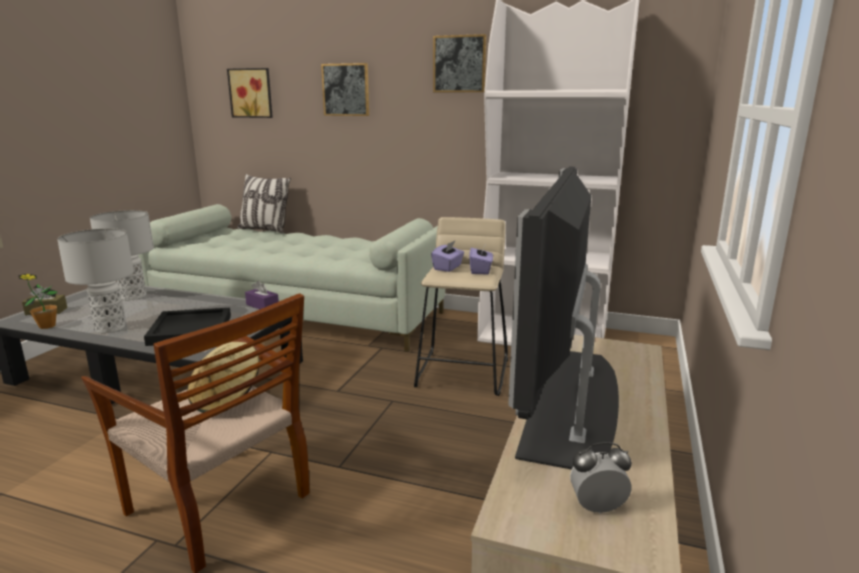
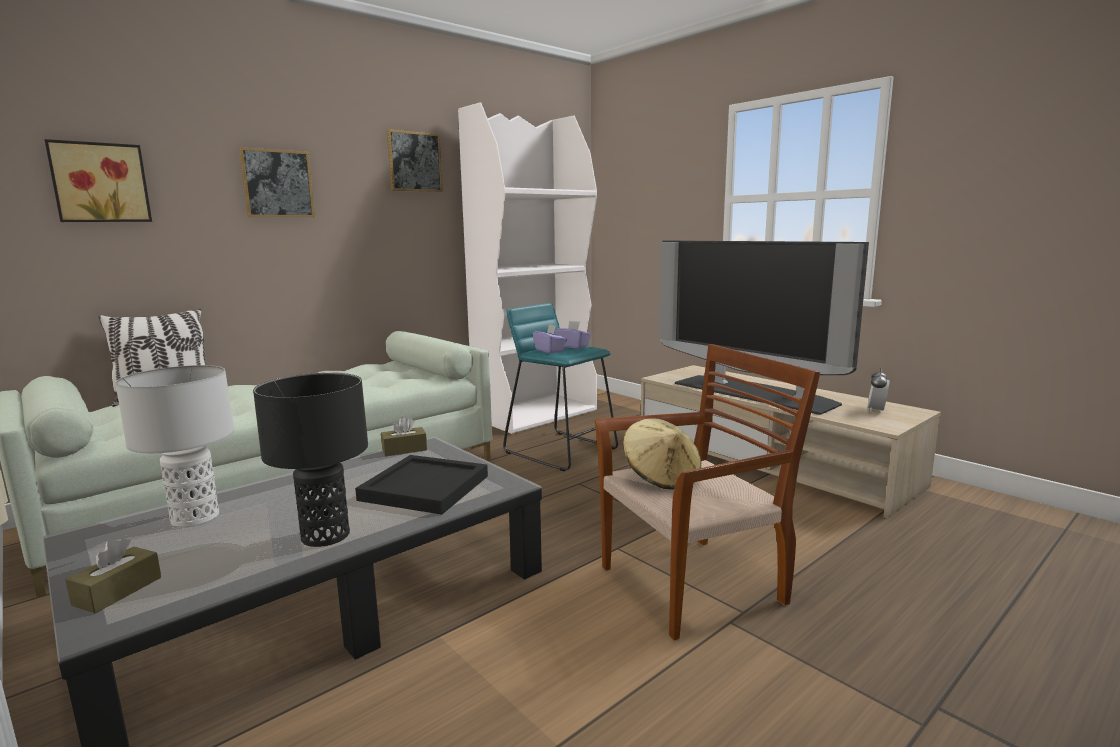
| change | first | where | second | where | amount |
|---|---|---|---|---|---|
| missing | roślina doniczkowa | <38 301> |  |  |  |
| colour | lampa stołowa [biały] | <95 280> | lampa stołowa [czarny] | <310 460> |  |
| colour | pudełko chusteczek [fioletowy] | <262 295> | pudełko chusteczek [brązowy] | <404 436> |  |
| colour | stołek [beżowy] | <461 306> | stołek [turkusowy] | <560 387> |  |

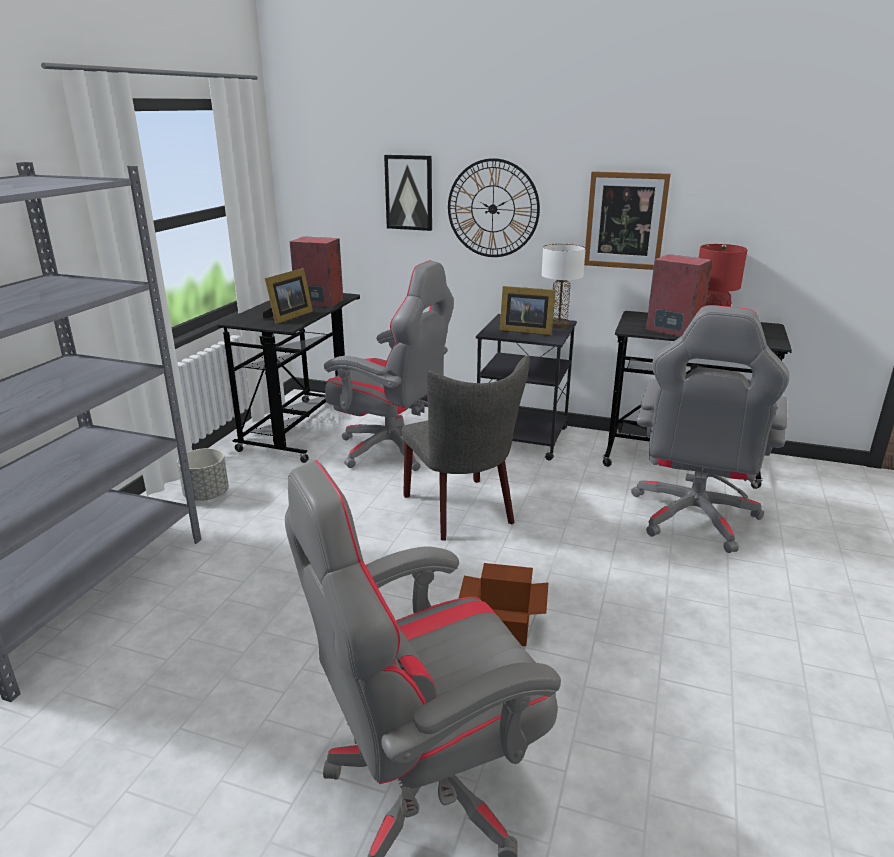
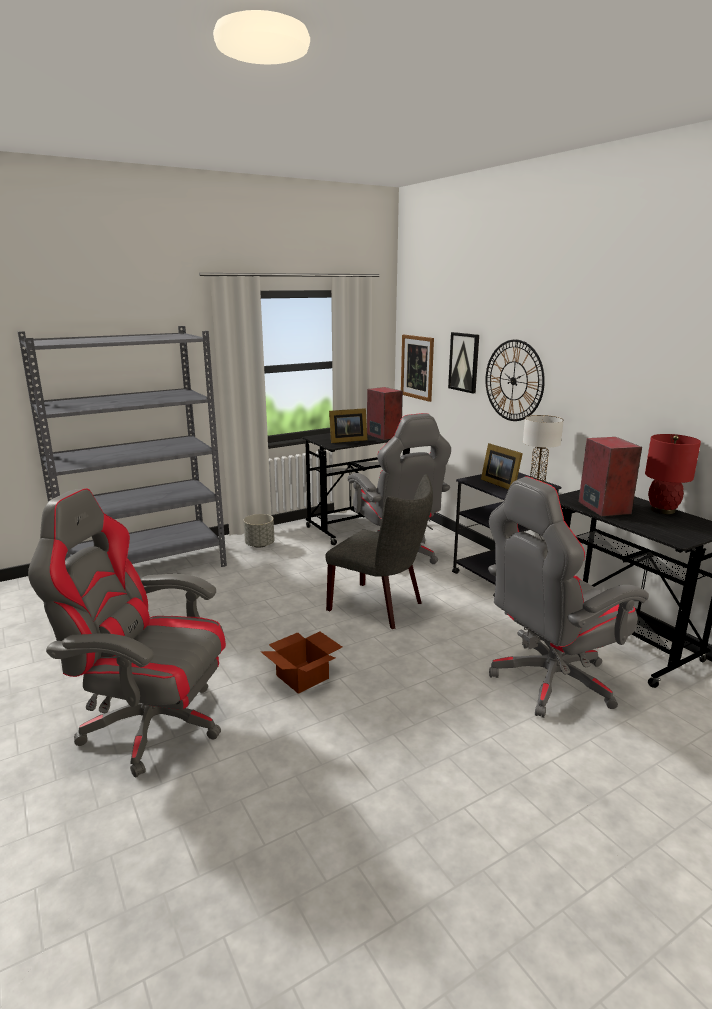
| change | first | where | second | where | amount |
|---|---|---|---|---|---|
| spun | krzesło [szary] | <466 448> |  | <379 551> | 75 degrees counterclockwise |
| relocated | obraz | <627 220> |  | <417 368> |  |

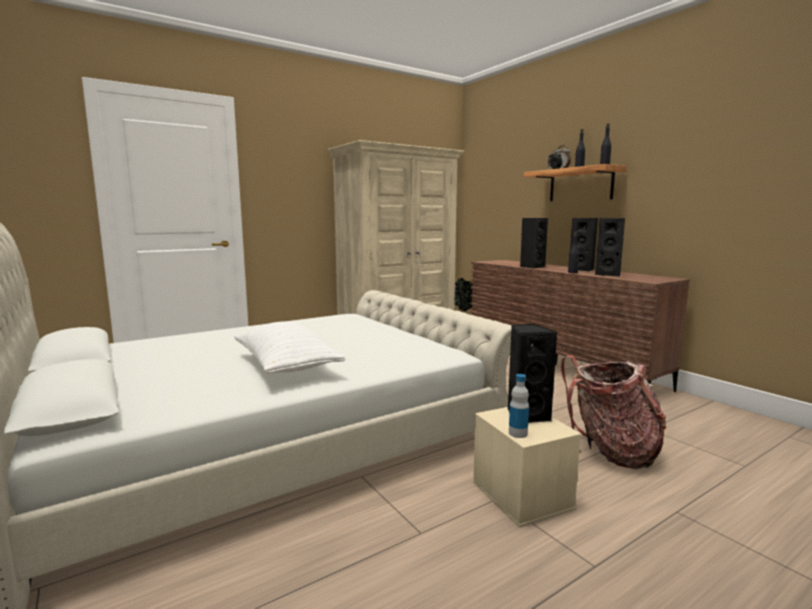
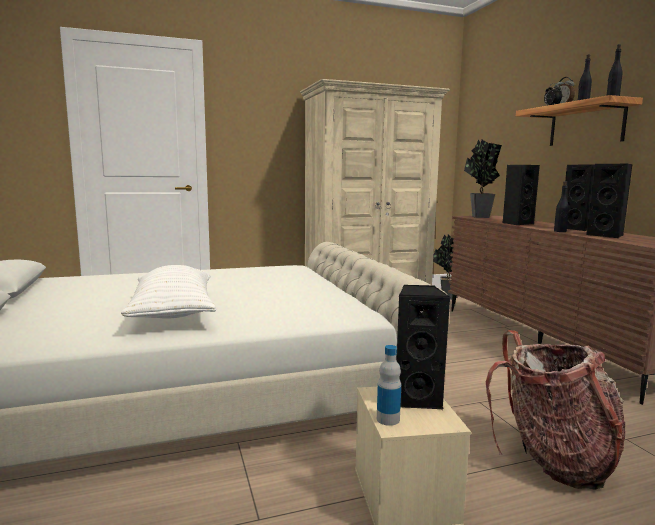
| change | first | where | second | where | amount |
|---|---|---|---|---|---|
| appeared |  |  | roślina doniczkowa | <483 178> |  |

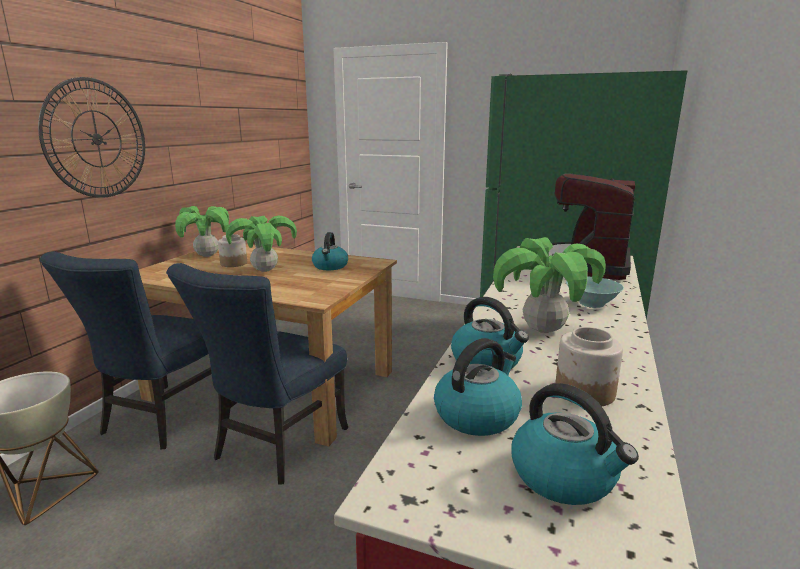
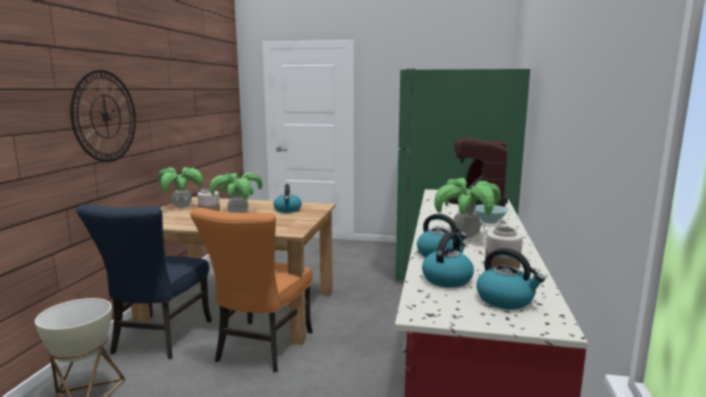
| change | first | where | second | where | amount |
|---|---|---|---|---|---|
| colour | krzesło [niebieski] | <257 374> | krzesło [pomarańczowy] | <251 290> |  |

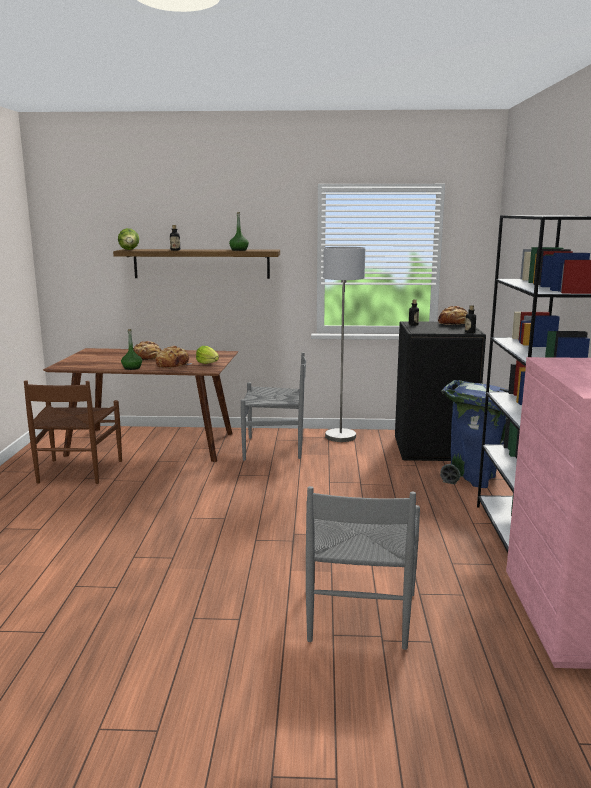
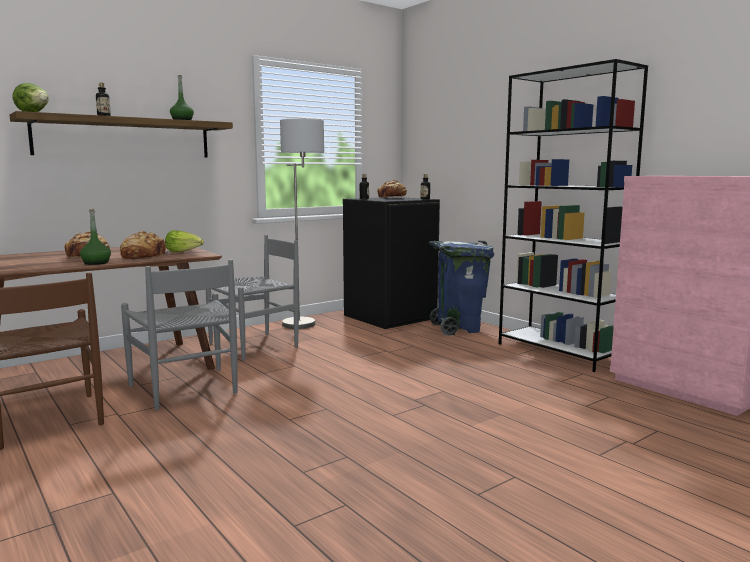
| change | first | where | second | where | amount |
|---|---|---|---|---|---|
| relocated | krzesło [szary] | <363 568> |  | <179 334> |  |

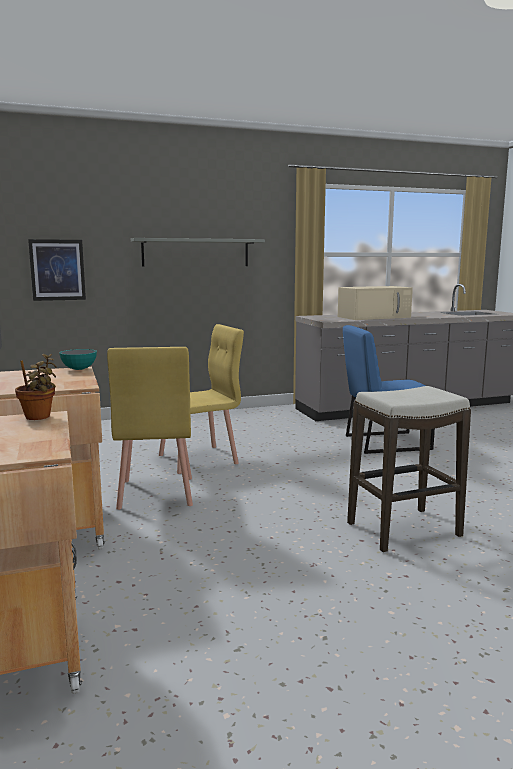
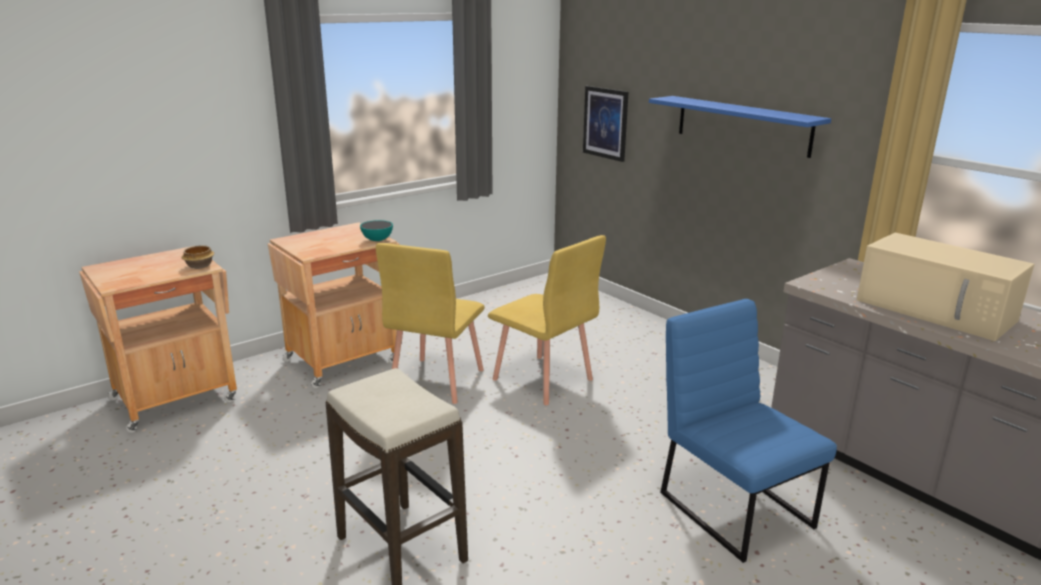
| change | first | where | second | where | amount |
|---|---|---|---|---|---|
| exchanged | roślina doniczkowa | <36 387> | miska | <198 257> |  |
| spun | krzesło [żółty] | <150 428> |  | <430 323> | 45 degrees counterclockwise |
| colour | półka [szary] | <198 252> | półka [niebieski] | <740 127> |  |

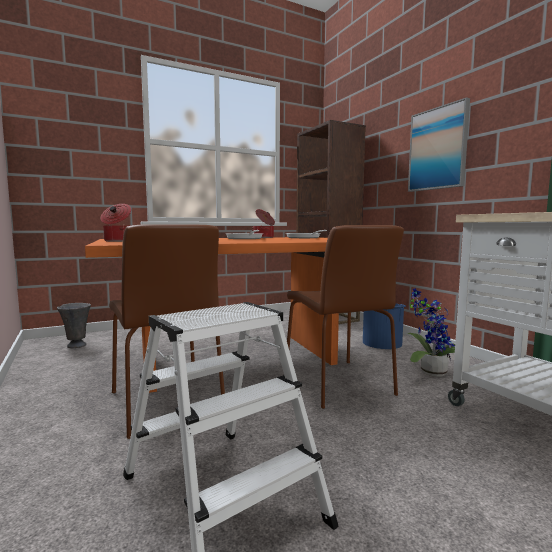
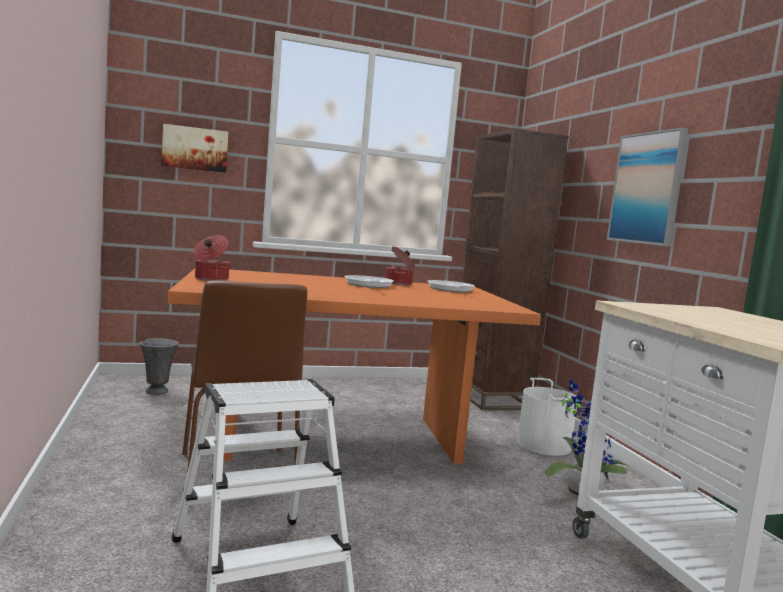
| change | first | where | second | where | amount |
|---|---|---|---|---|---|
| missing | krzesło [brązowy] | <345 317> |  |  |  |
| colour | wiadro [niebieski] | <384 326> | wiadro [biały] | <547 417> |  |
| appeared |  |  | obraz | <194 148> |  |

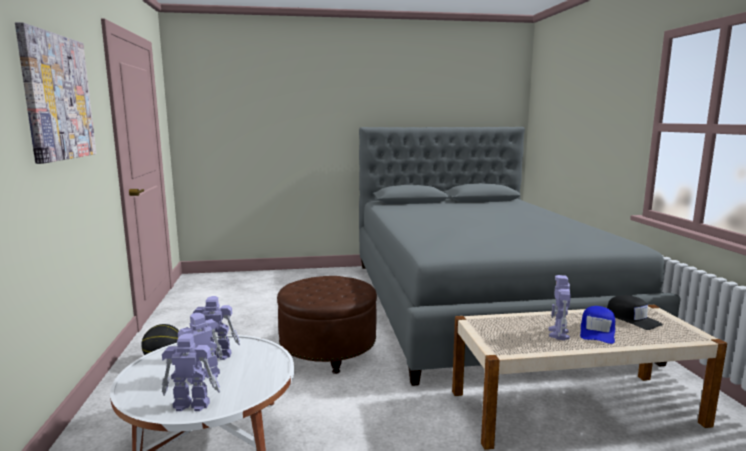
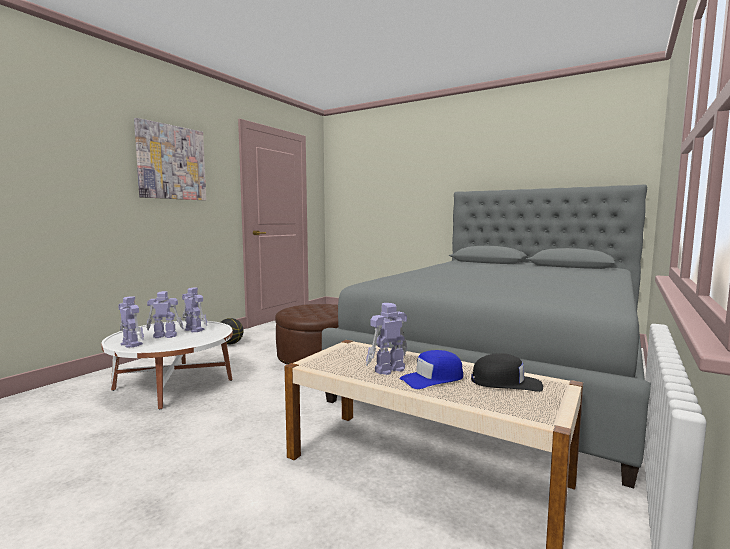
| change | first | where | second | where | amount |
|---|---|---|---|---|---|
| spun | czapka z daszkiem [czarny] | <635 312> |  | <507 372> | 90 degrees counterclockwise |

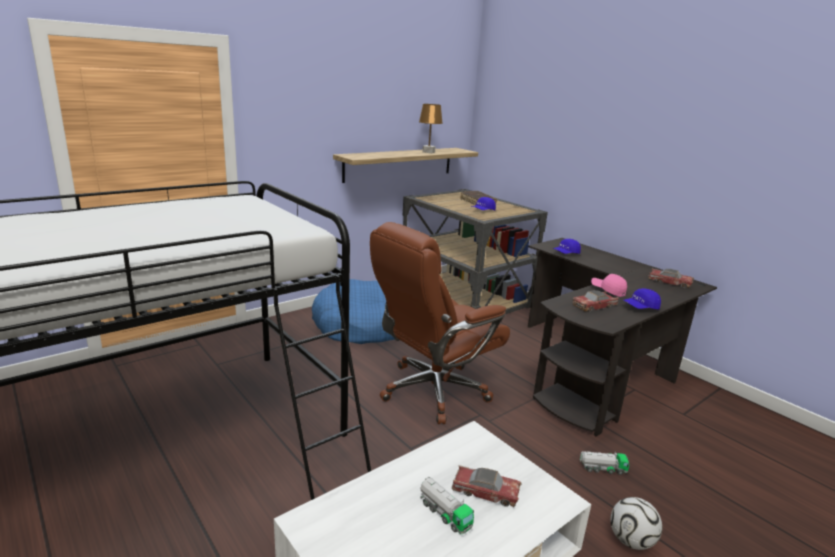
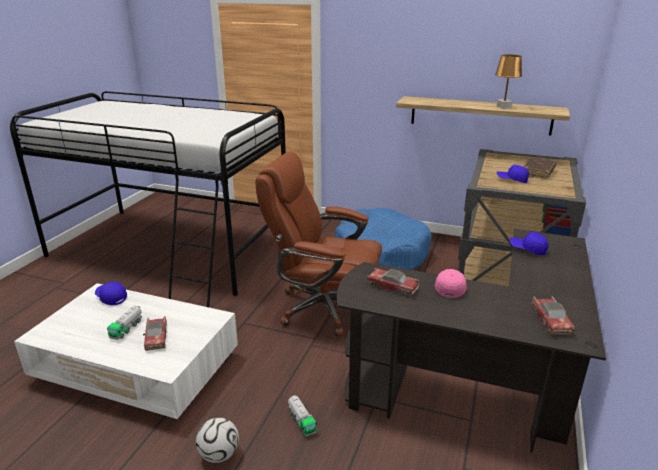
| change | first | where | second | where | amount |
|---|---|---|---|---|---|
| relocated | czapka z daszkiem [niebieski] | <642 298> |  | <111 293> |  |

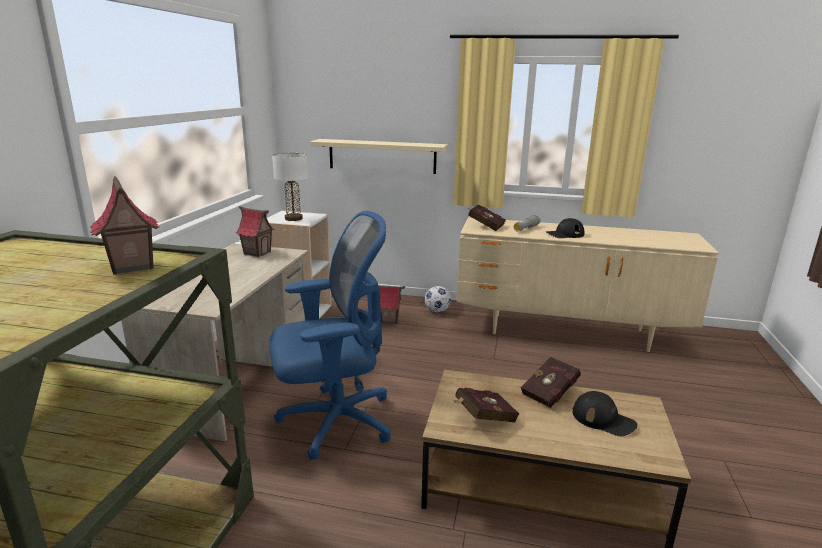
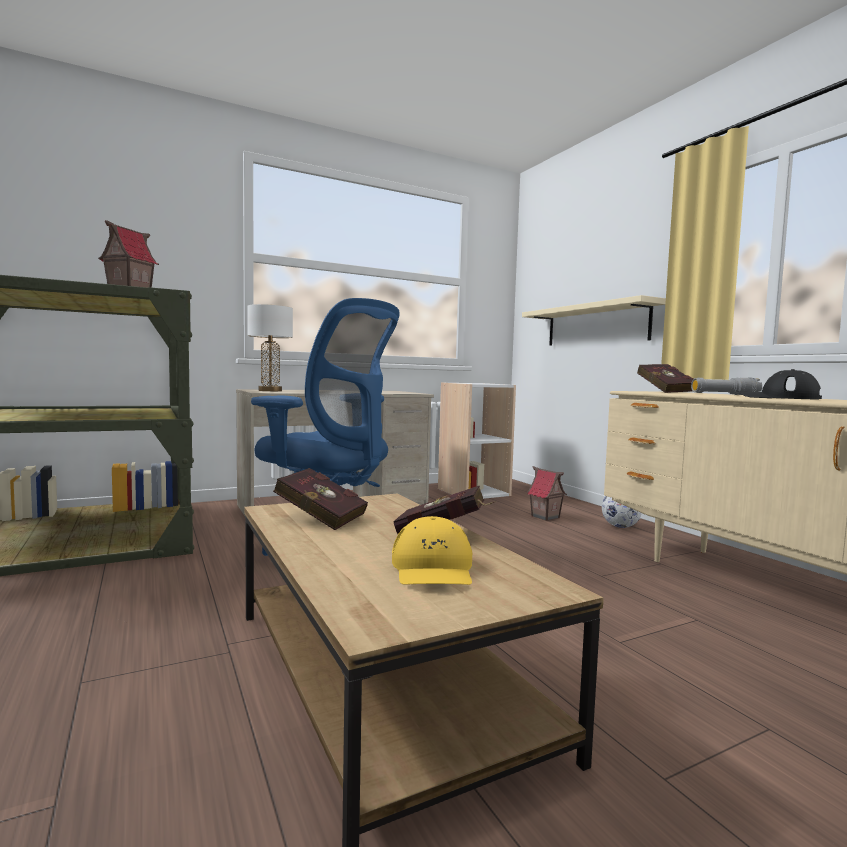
| change | first | where | second | where | amount |
|---|---|---|---|---|---|
| missing | domek | <255 231> |  |  |  |
| relocated | lampa stołowa | <290 187> |  | <270 347> |  |
| colour | czapka z daszkiem [czarny] | <604 413> | czapka z daszkiem [żółty] | <432 550> |  |

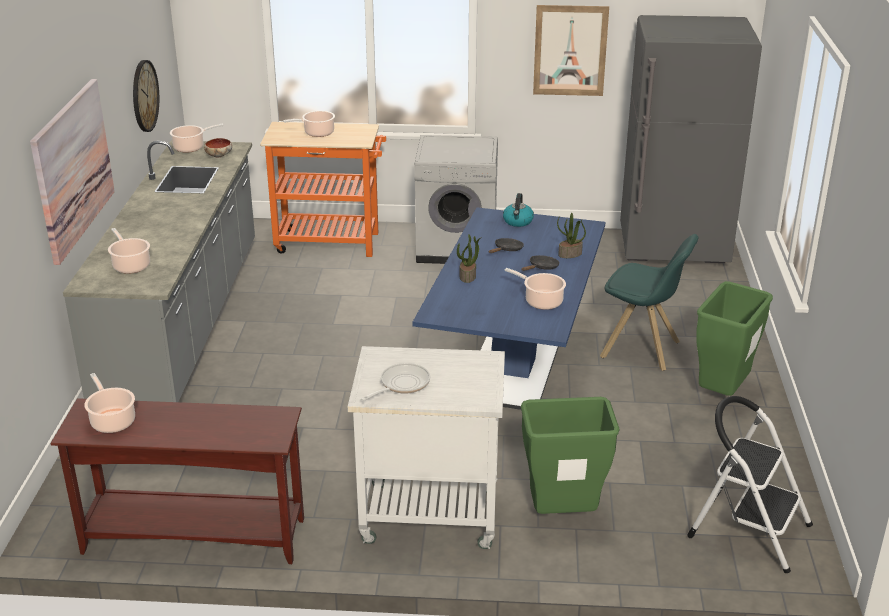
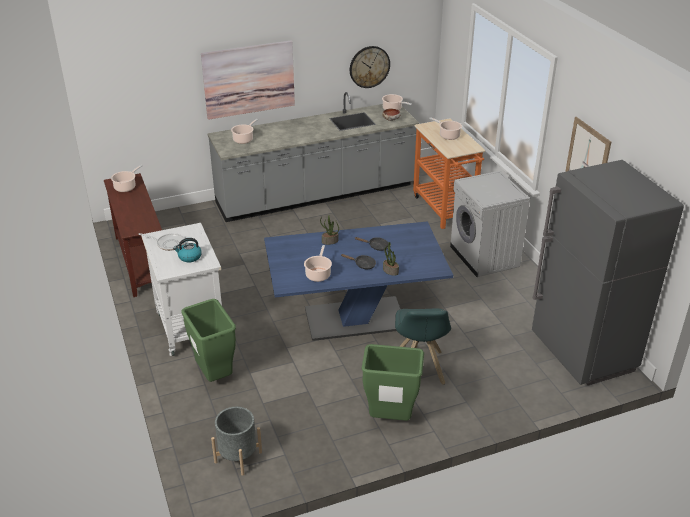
| change | first | where | second | where | amount |
|---|---|---|---|---|---|
| relocated | czajnik | <518 210> |  | <187 250> |  |
| exchanged | drabinka | <750 484> | donica [szary] | <236 441> |  |

